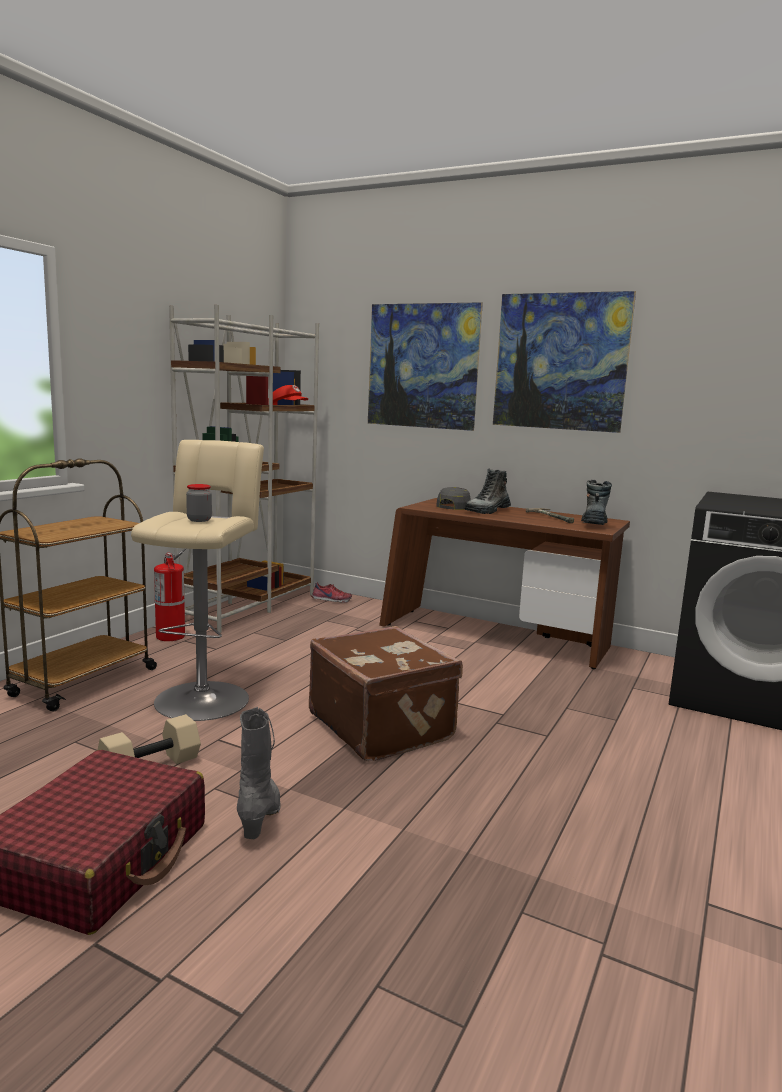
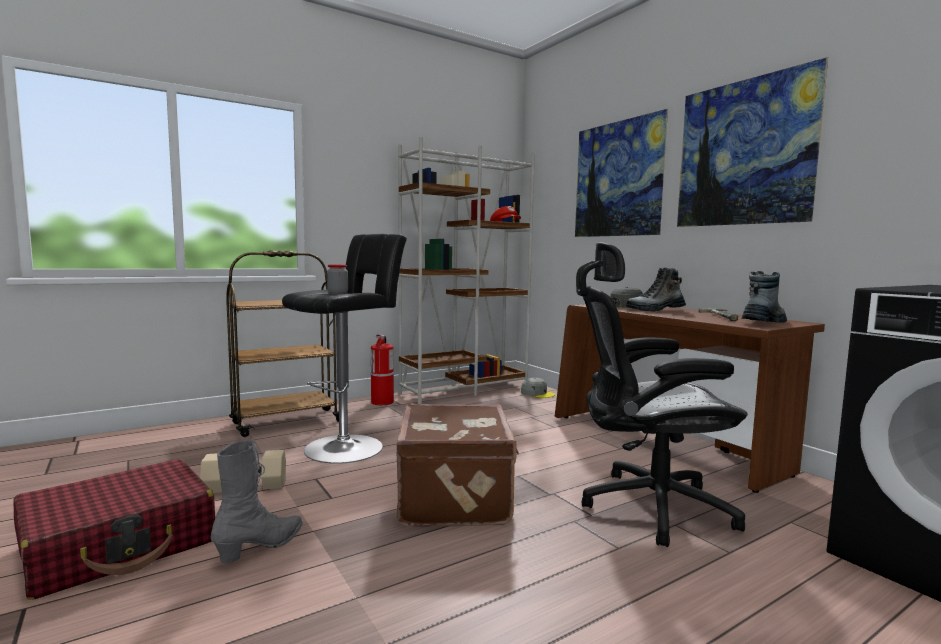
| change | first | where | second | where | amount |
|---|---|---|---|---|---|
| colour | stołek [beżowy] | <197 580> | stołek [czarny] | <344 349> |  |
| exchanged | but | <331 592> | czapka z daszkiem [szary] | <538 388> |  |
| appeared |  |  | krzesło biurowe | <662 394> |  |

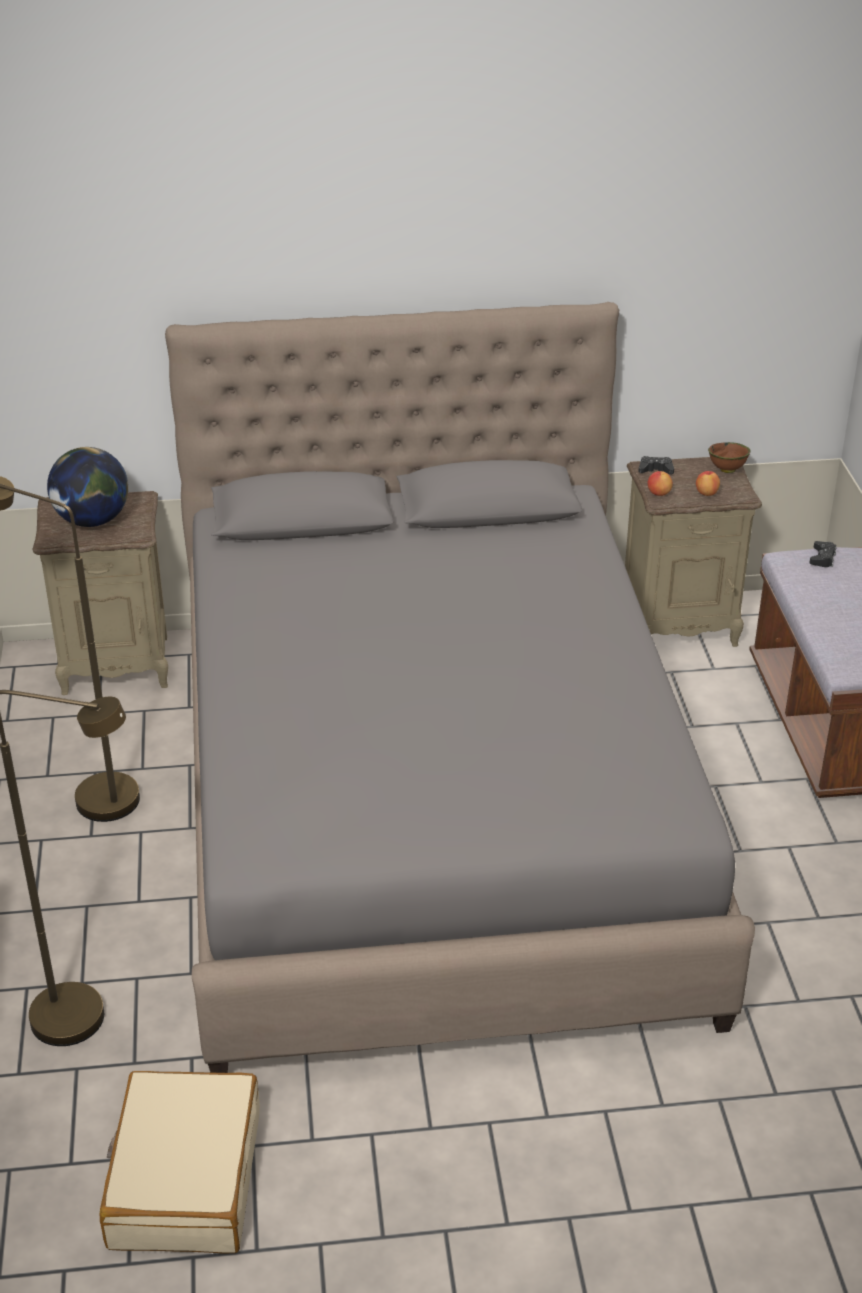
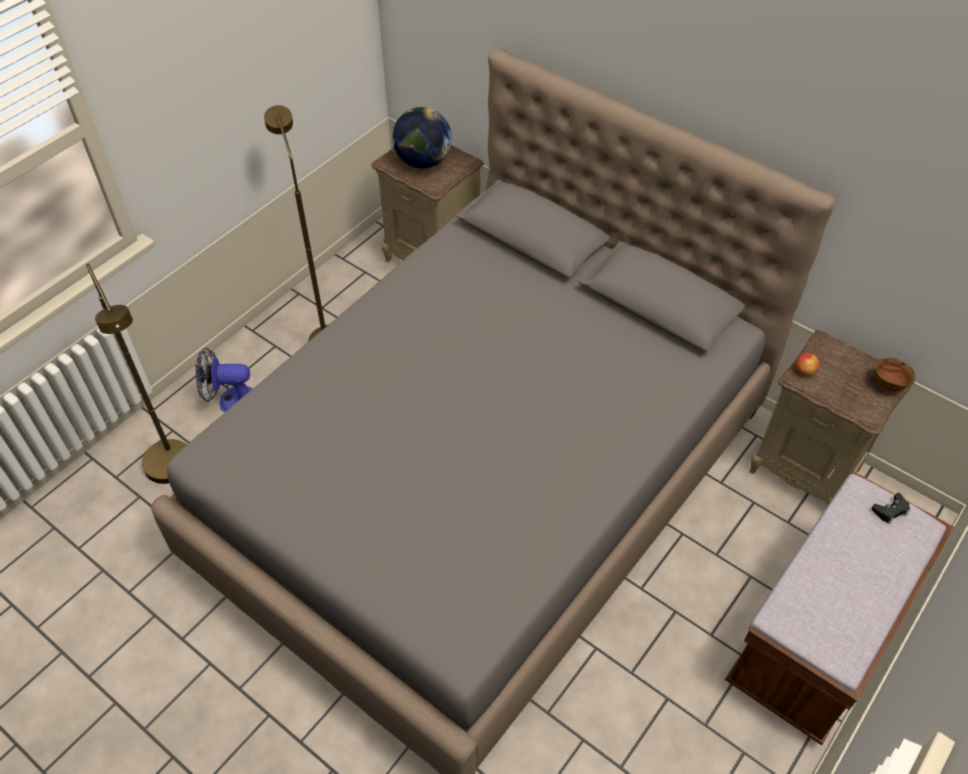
| change | first | where | second | where | amount |
|---|---|---|---|---|---|
| missing | walizka [beżowy] | <180 1162> |  |  |  |
| missing | pad do gier [czarny] | <656 465> |  |  |  |
| missing | jabłko | <708 483> |  |  |  |
| appeared |  |  | wentylator | <224 380> |  |

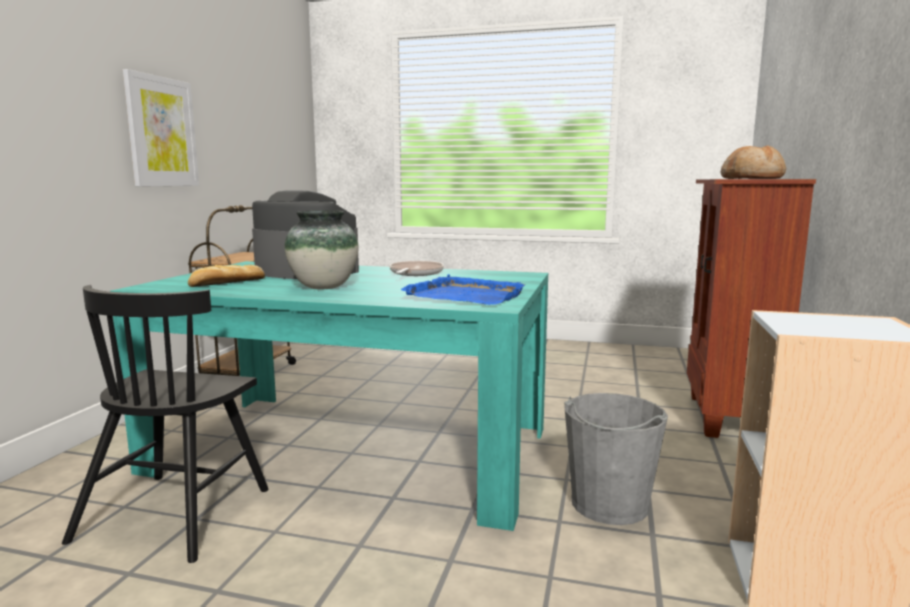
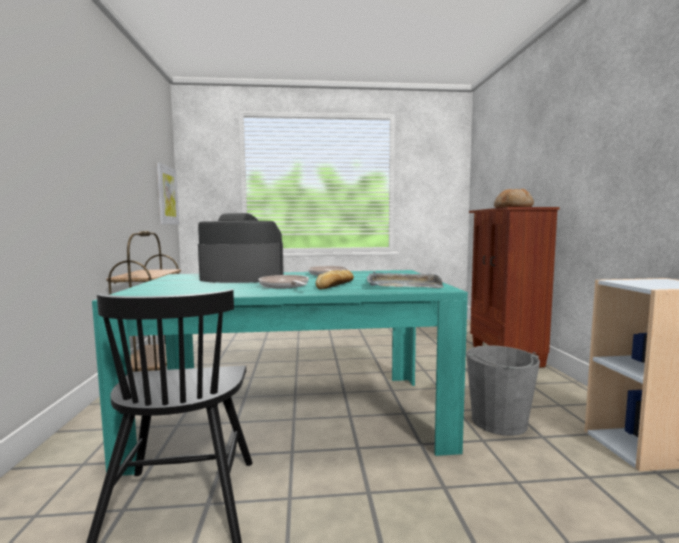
| change | first | where | second | where | amount |
|---|---|---|---|---|---|
| relocated | obraz | <161 128> |  | <168 194> |  |
| relocated | chleb | <226 276> |  | <335 279> |  |
| exchanged | wazon | <322 249> | patelnia | <284 282> |  |
| colour | taca [niebieski] | <463 289> | taca [szary] | <405 279> |  |

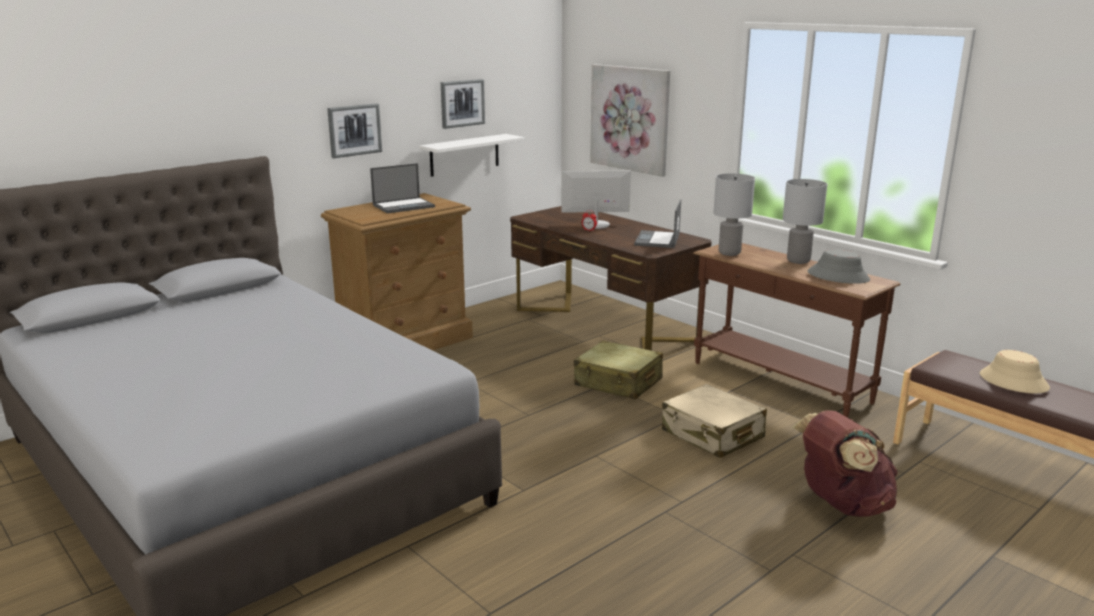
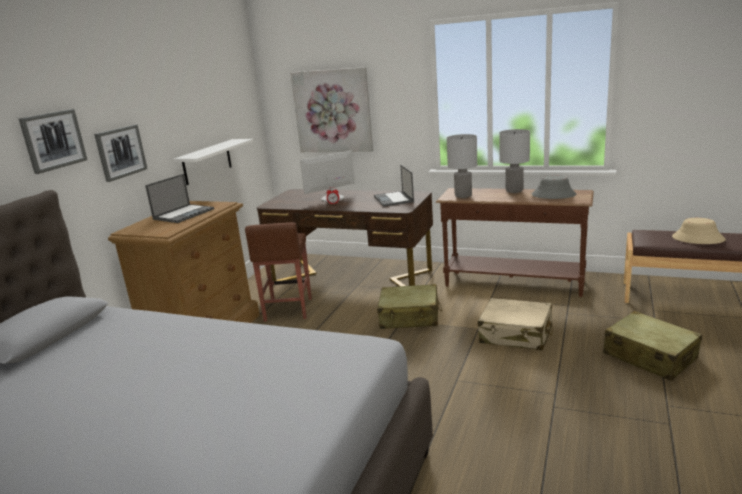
| change | first | where | second | where | amount |
|---|---|---|---|---|---|
| relocated | obraz | <463 104> |  | <53 141> |  |
| exchanged | plecak [brązowy] | <845 463> | walizka [beżowy] | <652 346> |  |
| appeared |  |  | stołek [brązowy] | <278 272> |  |

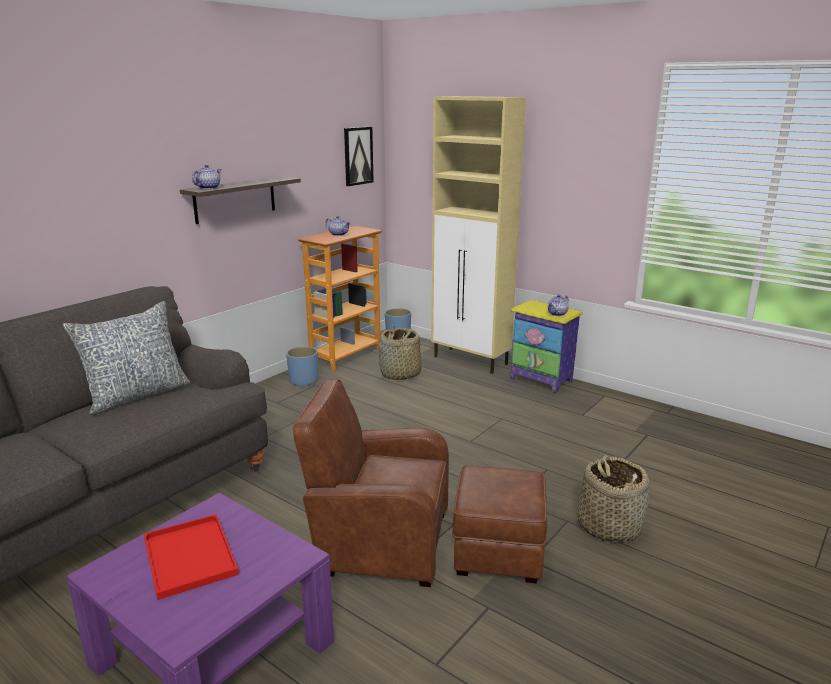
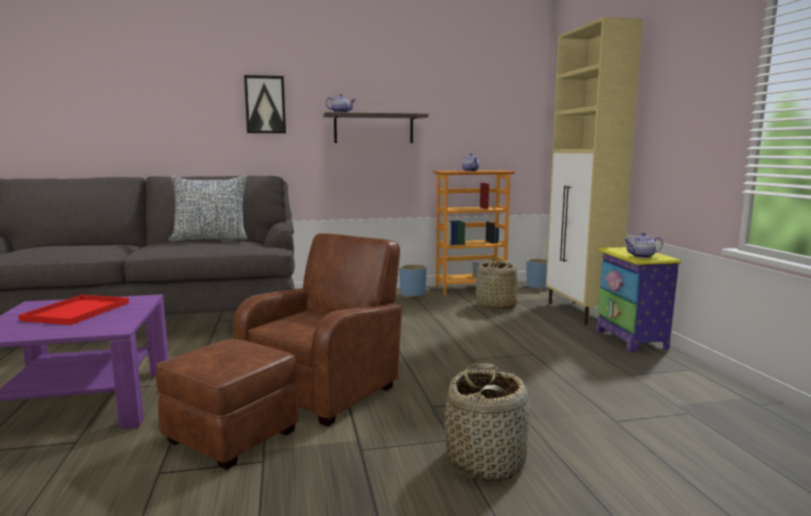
| change | first | where | second | where | amount |
|---|---|---|---|---|---|
| spun | fotel [brązowy] | <420 483> |  | <279 351> | 75 degrees clockwise |
| relocated | obraz | <359 156> |  | <265 104> |  |

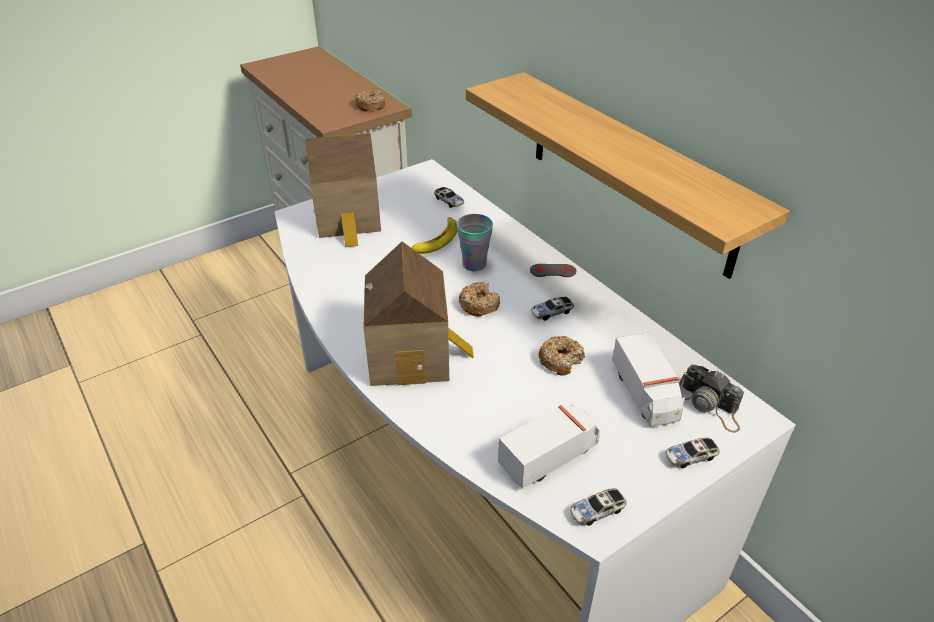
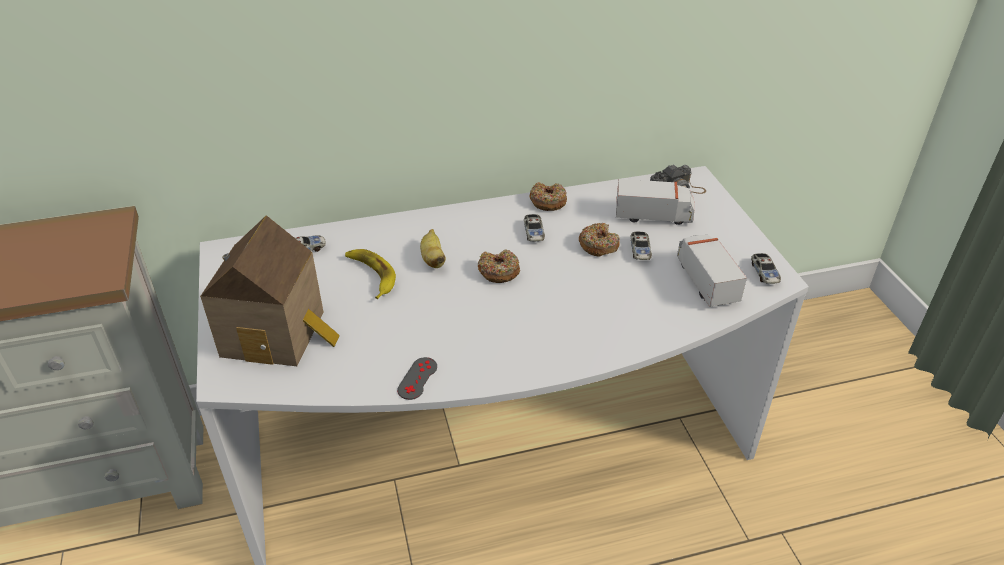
| change | first | where | second | where | amount |
|---|---|---|---|---|---|
| relocated | donut | <370 100> |  | <548 196> |  |
| missing | domek | <418 313> |  |  |  |
| exchanged | filiżanka | <475 243> | banan | <433 248> |  |
| missing | półka | <627 175> |  |  |  |
| relocated | pad do gier [szary] | <553 270> |  | <417 378> |  |
| relocated | samochodzik | <693 453> |  | <641 246> |  |

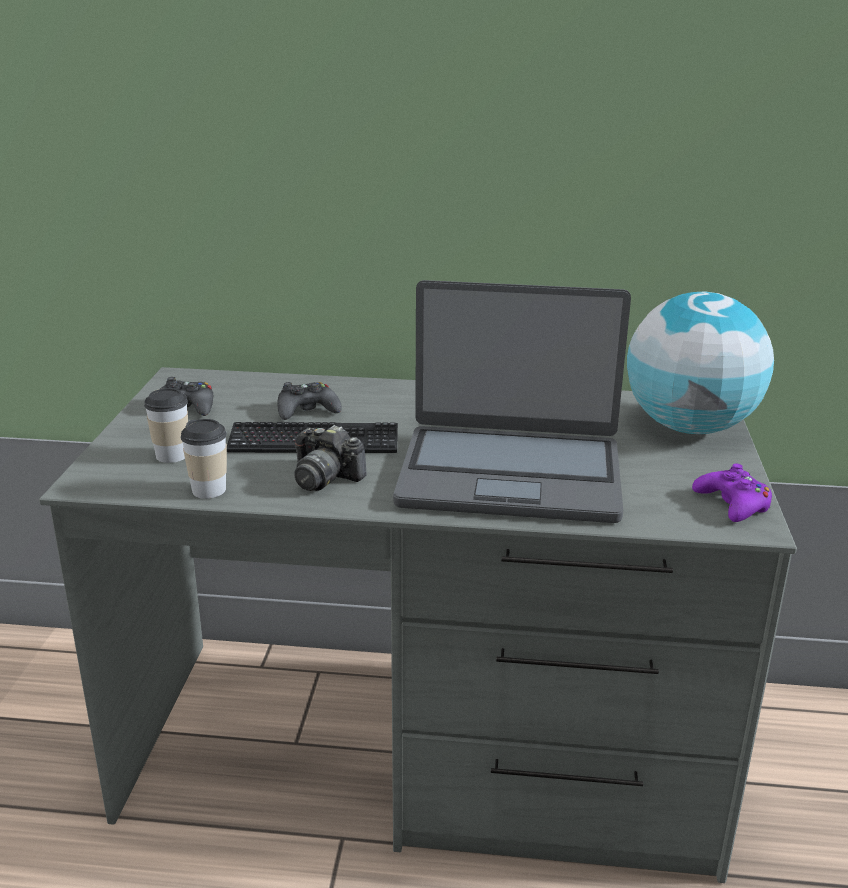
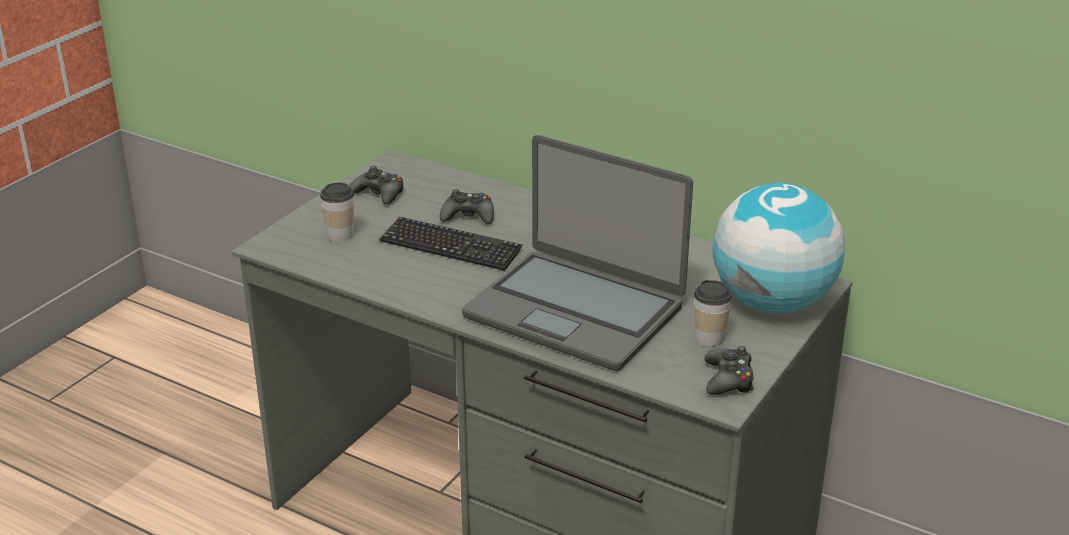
| change | first | where | second | where | amount |
|---|---|---|---|---|---|
| relocated | filiżanka | <204 459> |  | <713 313> |  |
| missing | aparat fotograficzny | <330 458> |  |  |  |
| colour | pad do gier [fioletowy] | <732 493> | pad do gier [czarny] | <729 370> |  |

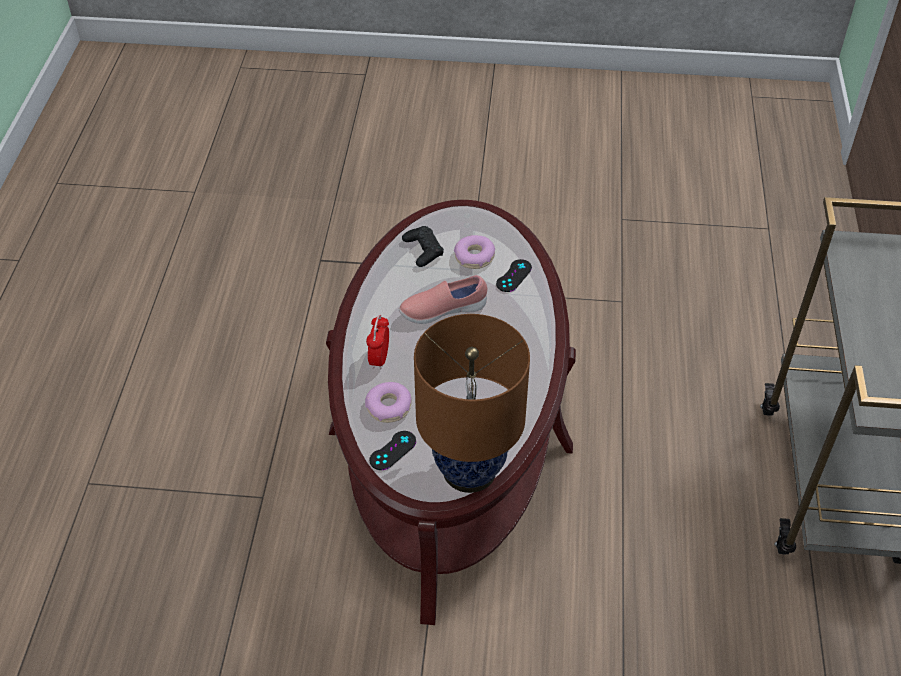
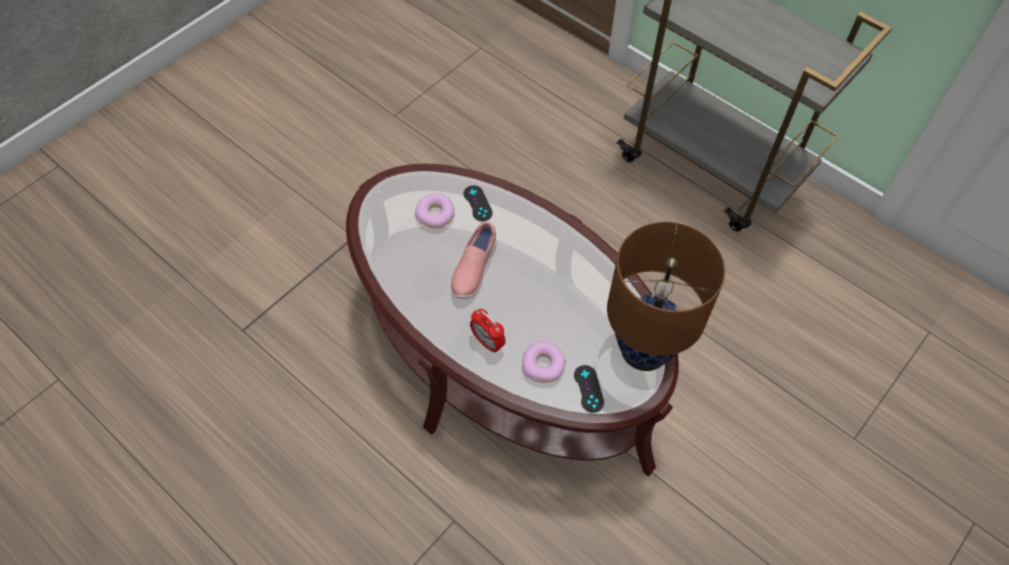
| change | first | where | second | where | amount |
|---|---|---|---|---|---|
| missing | pad do gier [czarny] | <423 246> |  |  |  |

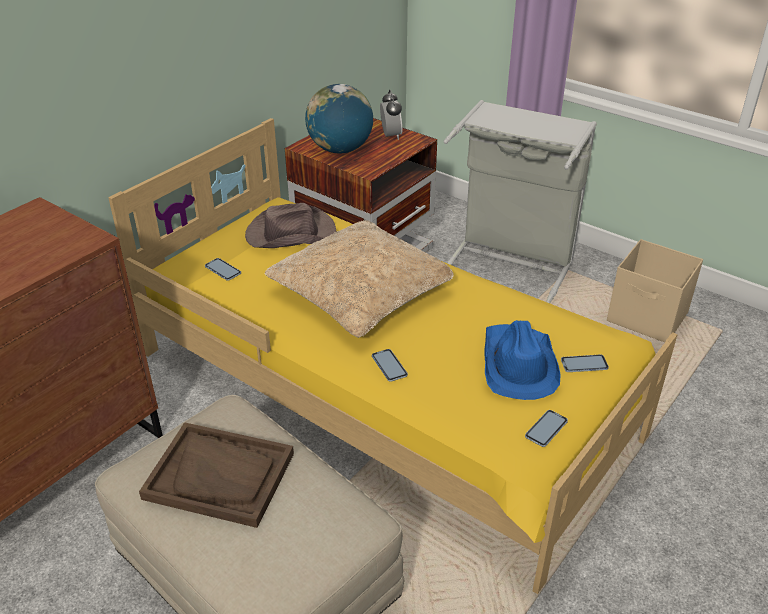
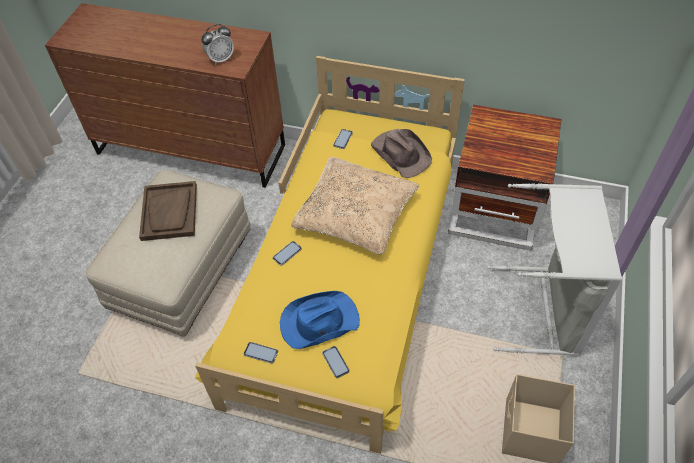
| change | first | where | second | where | amount |
|---|---|---|---|---|---|
| missing | globus | <339 118> |  |  |  |
| relocated | budzik | <391 115> |  | <218 44> |  |

